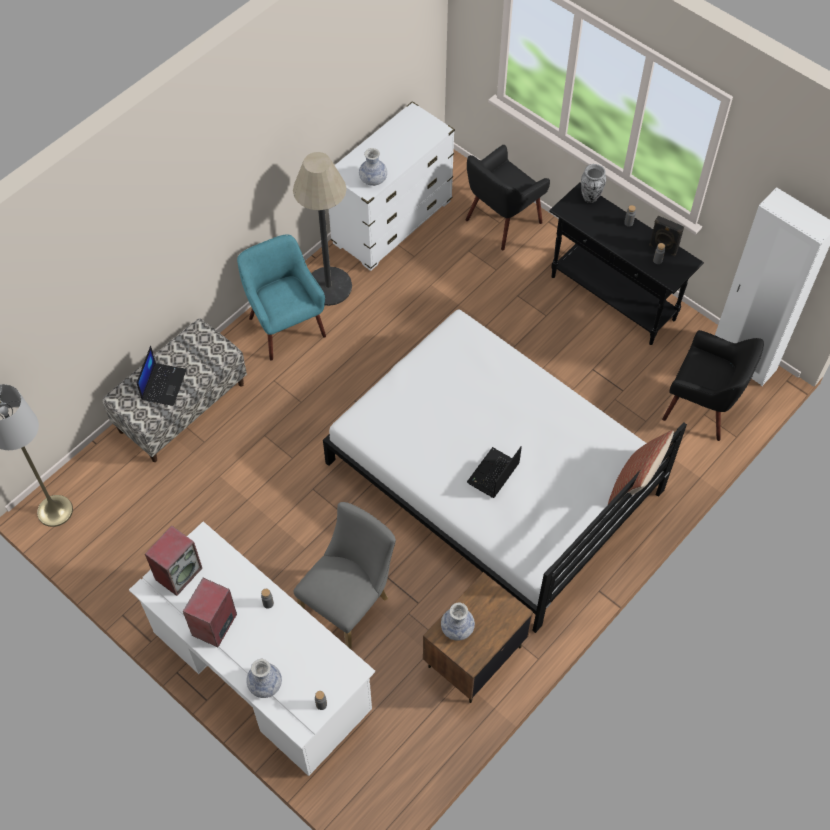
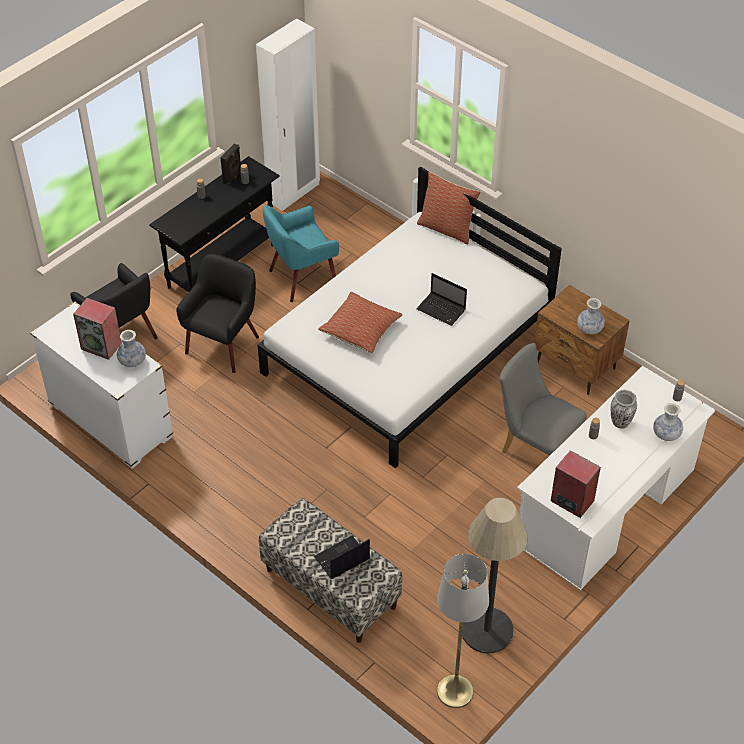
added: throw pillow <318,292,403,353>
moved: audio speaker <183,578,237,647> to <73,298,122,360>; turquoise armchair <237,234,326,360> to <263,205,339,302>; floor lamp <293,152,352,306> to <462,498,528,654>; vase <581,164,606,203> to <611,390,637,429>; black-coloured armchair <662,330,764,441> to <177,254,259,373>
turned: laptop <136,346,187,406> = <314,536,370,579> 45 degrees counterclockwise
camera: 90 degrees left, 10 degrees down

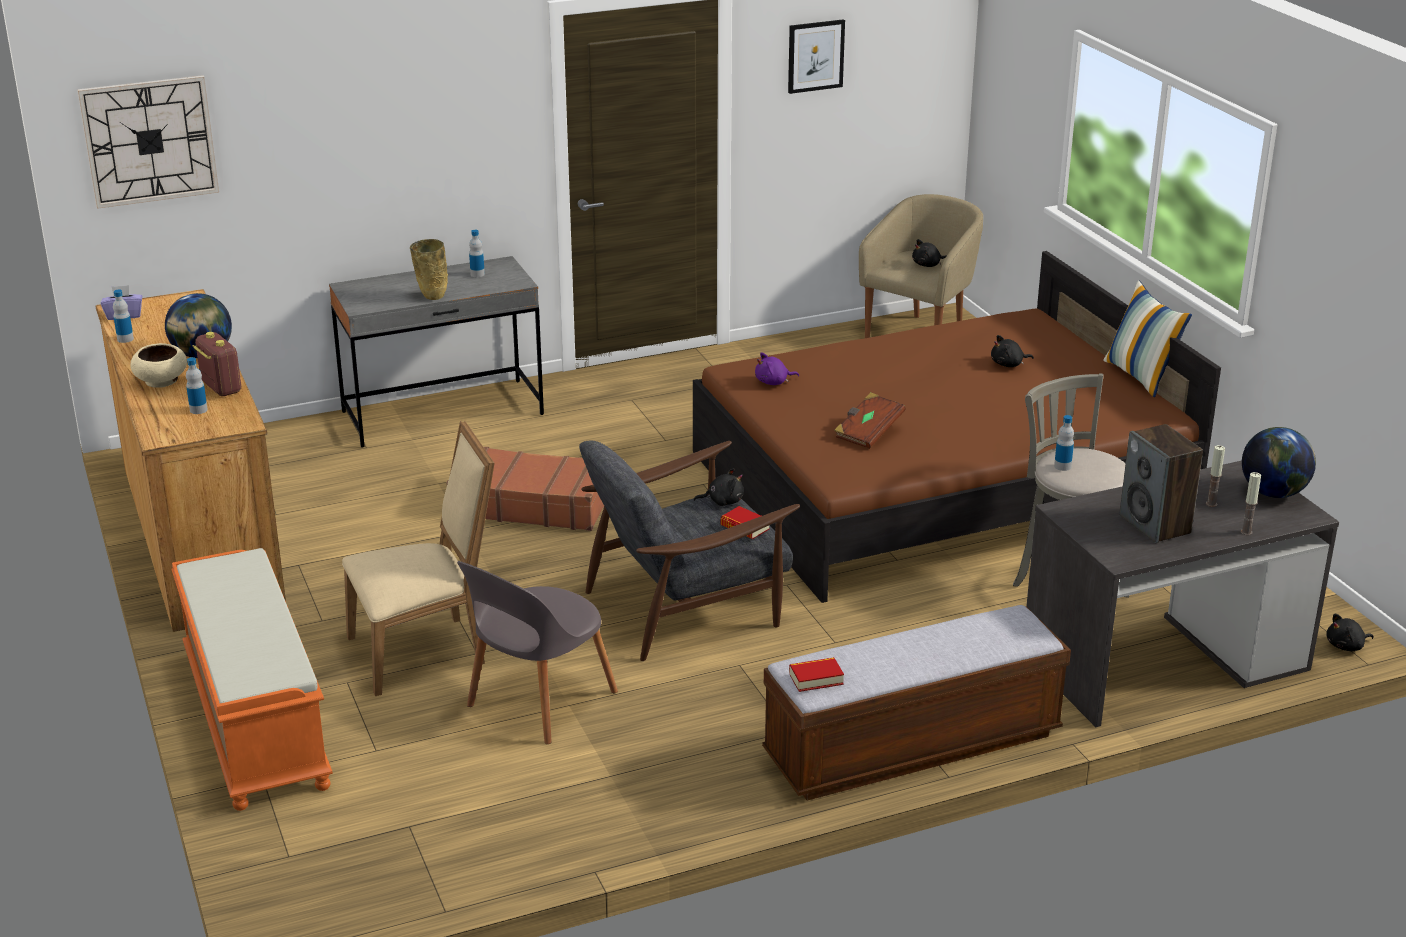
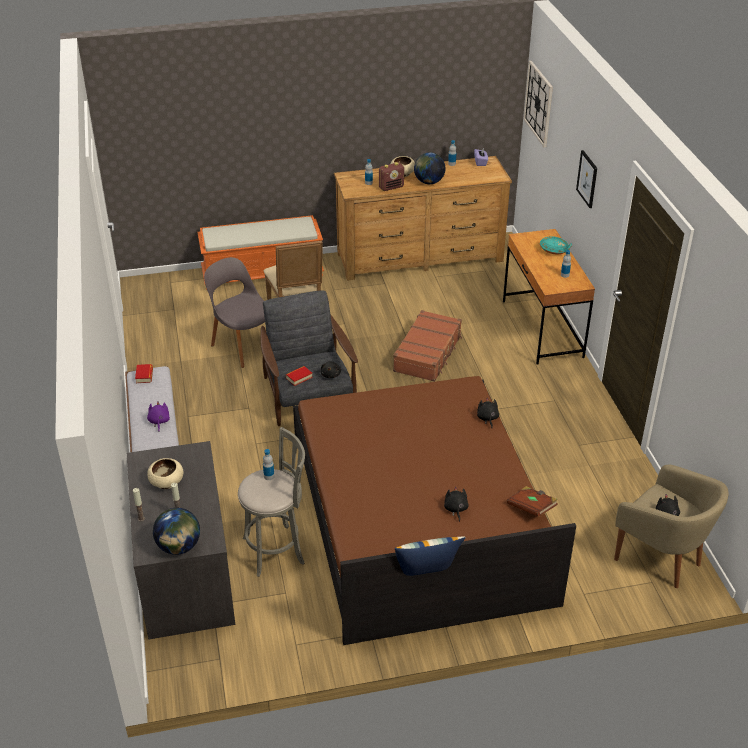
removed: beige vase <410,239,448,300>
added: turquoise bowl <540,236,572,254>
moved: purple-coloured soft toy <755,353,799,385> to <147,401,170,431>; wall picture <788,19,845,94> to <576,150,597,208>; brown-coloured bound book <834,392,906,449> to <507,486,558,517>; black-coloured soft toy <1326,614,1374,651> to <477,398,499,429>
replaced: audio speaker <1119,424,1203,543> to beige bowl <147,458,183,489>
recoloured: gray desk <329,256,544,448> to brown-coloured desk <503,229,595,365>
camera: 100 degrees right, 10 degrees up

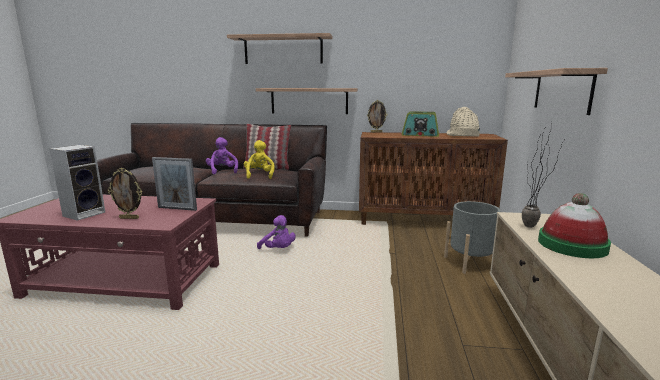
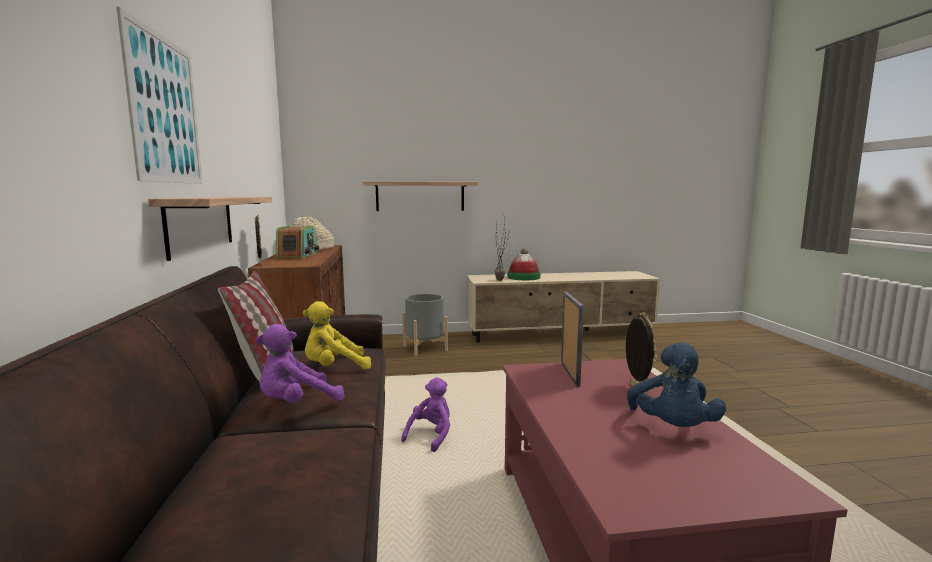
replaced: audio speaker <49,145,105,221> to blue soft toy <627,343,726,427>; bracket shelf <227,33,332,64> to wall picture <117,7,203,184>
camera: 105 degrees left, 5 degrees down

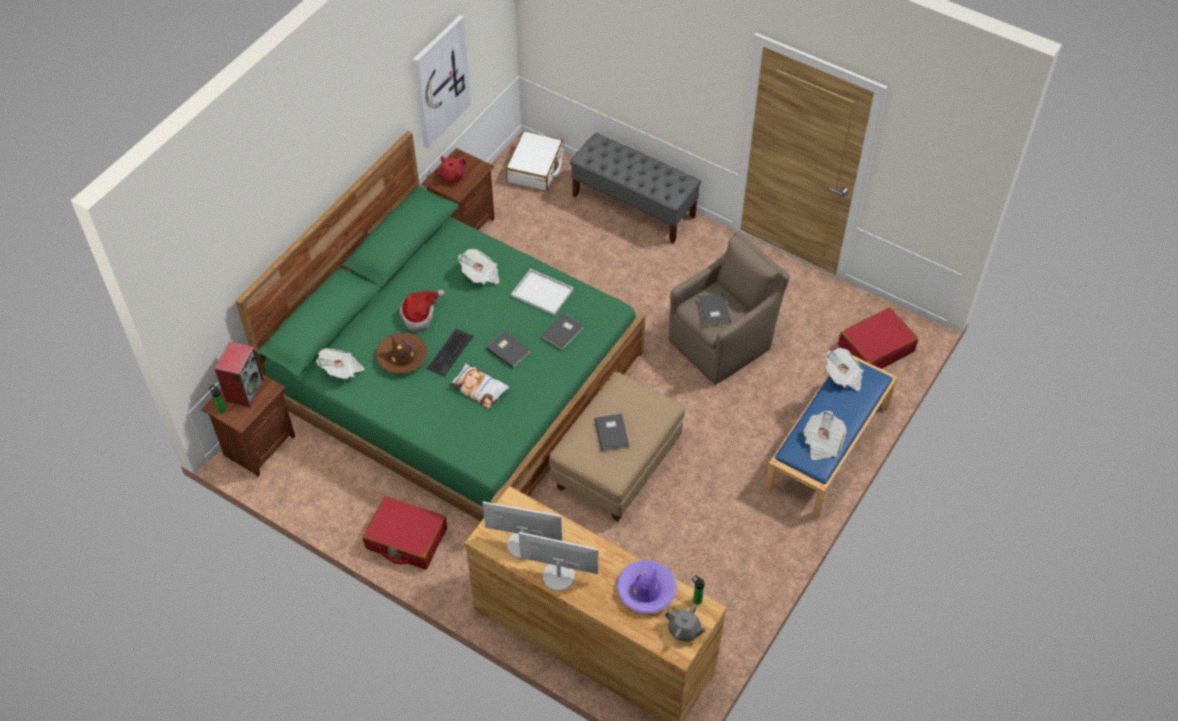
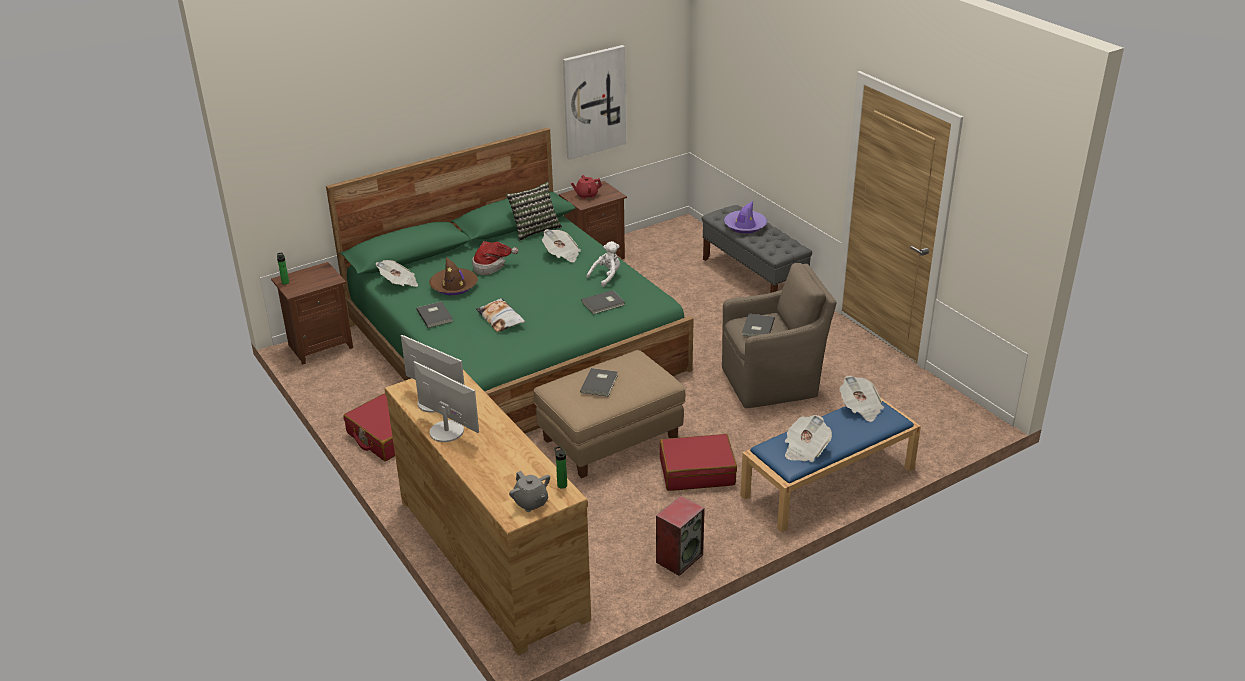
removed: PC keyboard <427,329,473,376>; whitish suitcase <506,131,564,191>
added: throw pillow <506,182,562,241>
moved: audio speaker <215,341,264,407> to <656,496,705,576>; gray bound book <486,331,531,368> to <416,302,453,328>; purple-coloured hat <617,560,677,613> to <724,201,767,233>; red suitcase <838,307,918,369> to <660,434,737,491>
replaced: whitish tray <511,269,574,316> to whitish soft toy <586,241,620,287>
camera: 25 degrees right, 20 degrees down

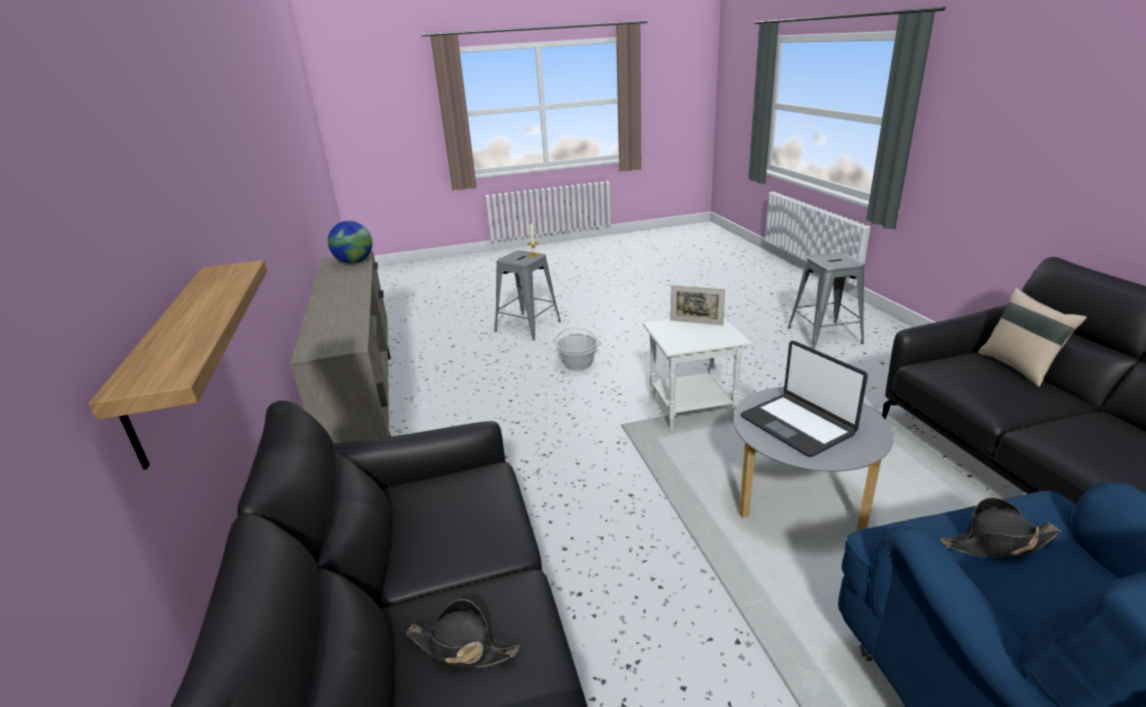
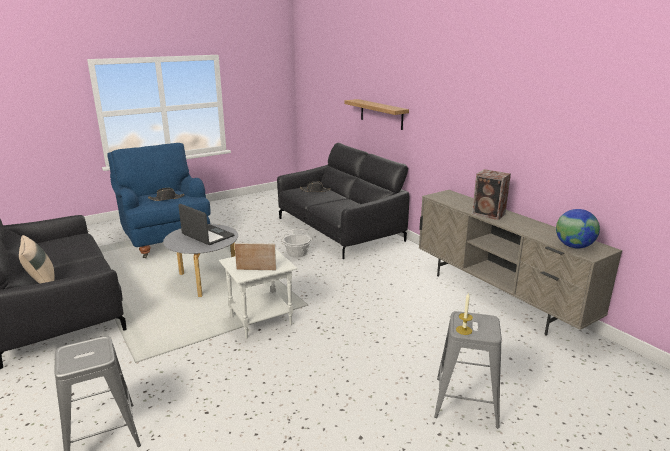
added: audio speaker <472,169,511,220>
moved: storage basket <553,327,601,371> to <281,229,313,258>
camera: 160 degrees right, 5 degrees down

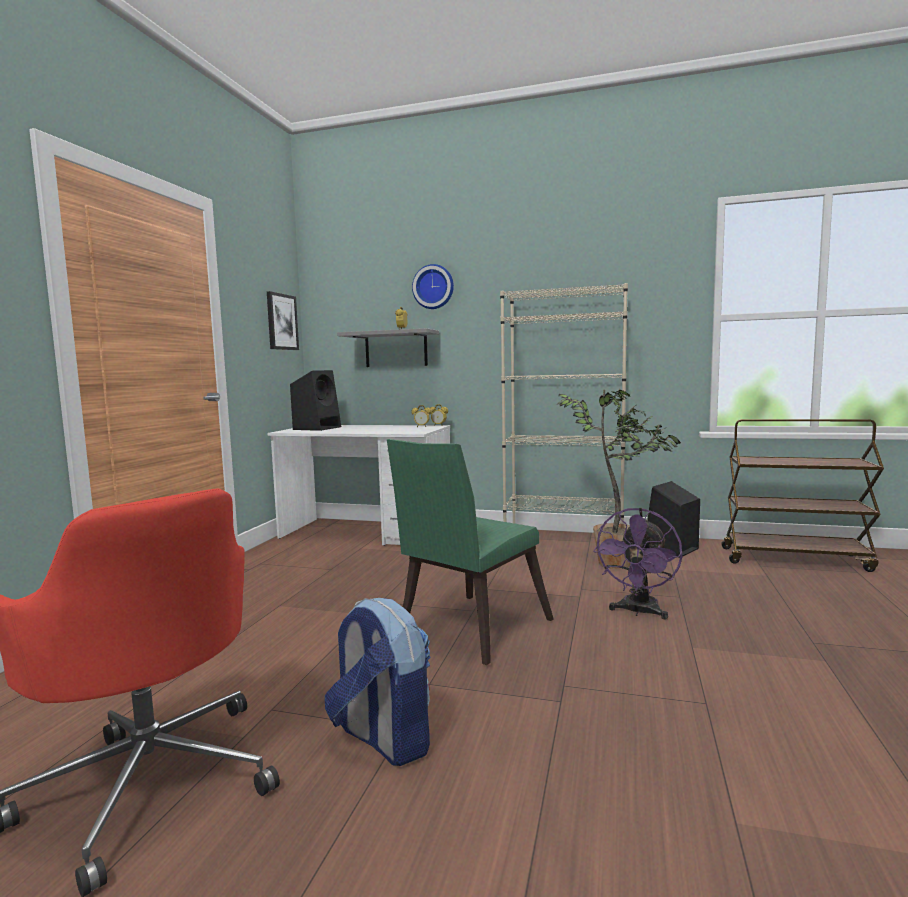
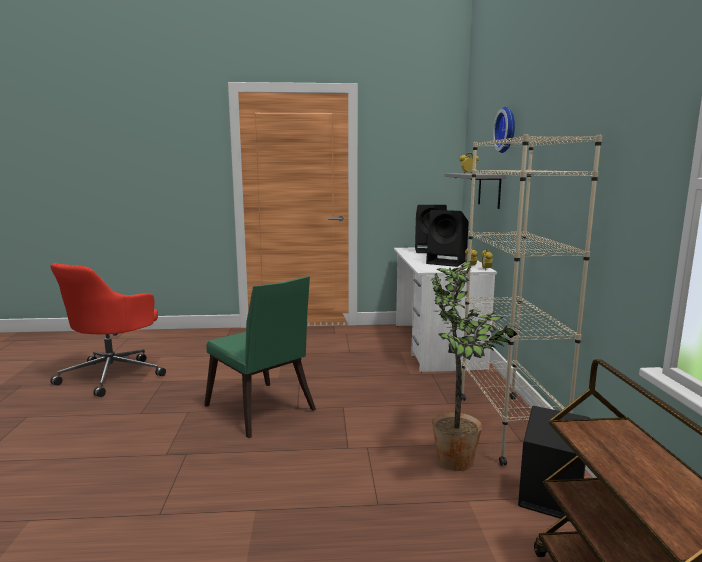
removed: wall picture <267,291,299,350>; backpack <325,598,430,766>; purple-coloured electric fan <593,508,683,620>
added: black-coloured audio speaker <426,210,469,267>
turned: green plain chair <387,439,554,665> = <204,276,316,438> 150 degrees counterclockwise
camera: 70 degrees right, 5 degrees up

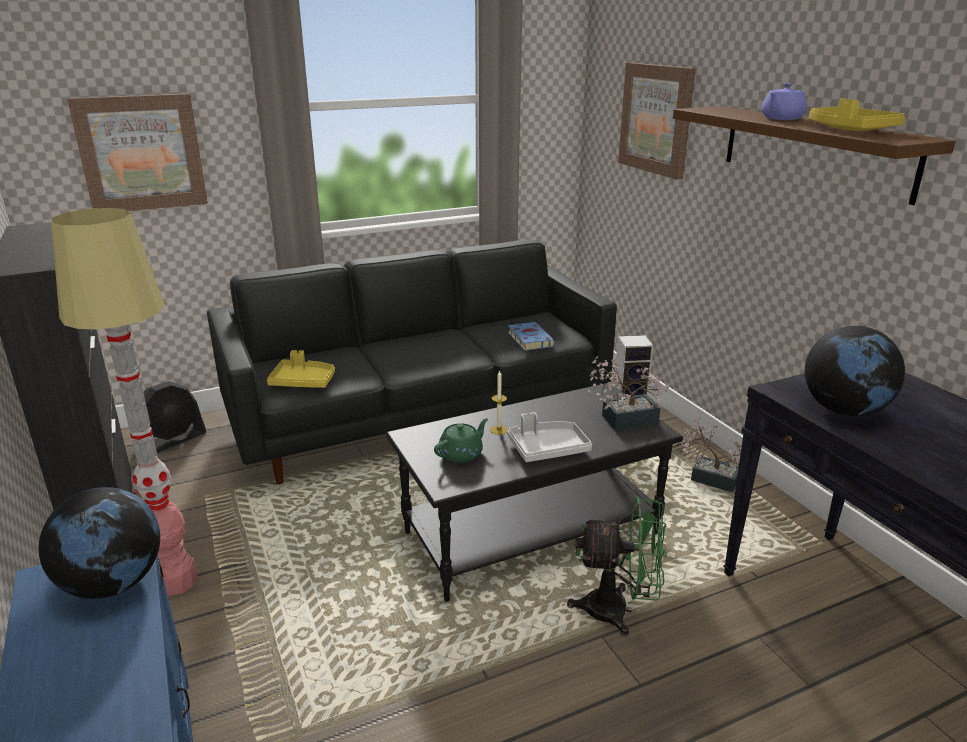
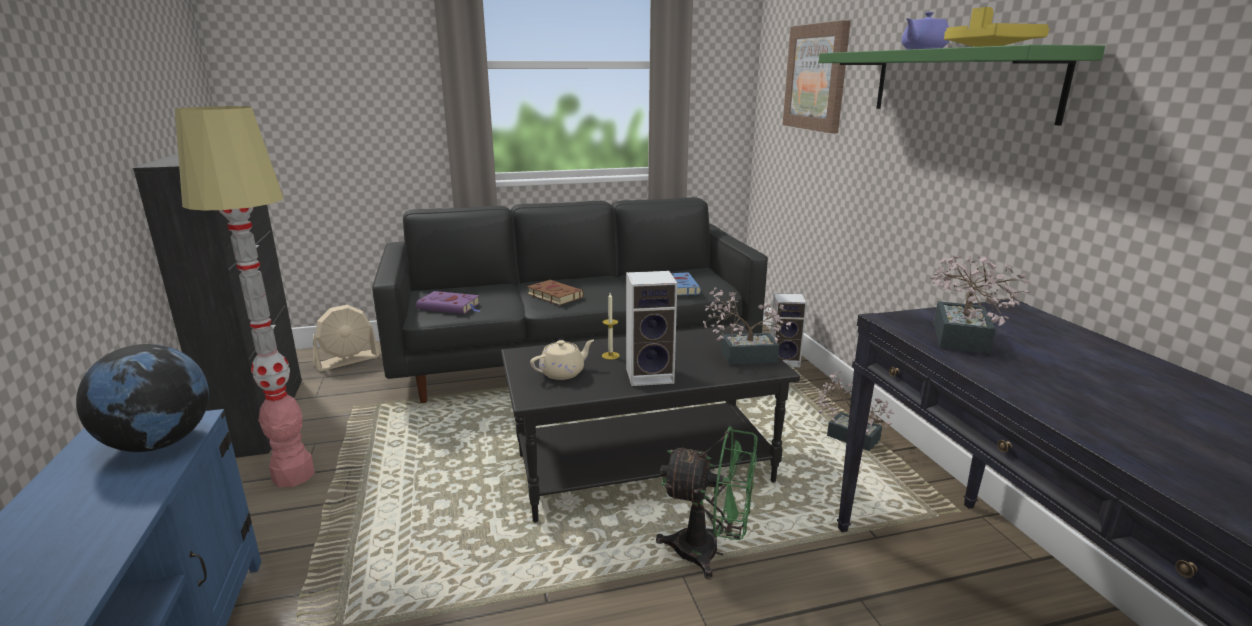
removed: wall picture <67,94,208,211>
added: brown-coloured bound book <527,280,584,305>
replaced: yellow-coloured tray <267,350,335,388> to purple-coloured bound book <416,291,482,314>; gray tray <507,412,592,462> to audio speaker <626,271,677,386>; desk globe <804,326,905,416> to houseplant <931,255,1031,354>
recoloured: black-coloured electric fan <144,381,206,453> to beige electric fan <313,305,380,371>; green pot for tea <434,418,488,463> to beige pot for tea <530,340,594,380>; brown-coloured bracket shelf <673,106,956,205> to green bracket shelf <819,45,1105,126>
camera: 10 degrees right, 5 degrees down

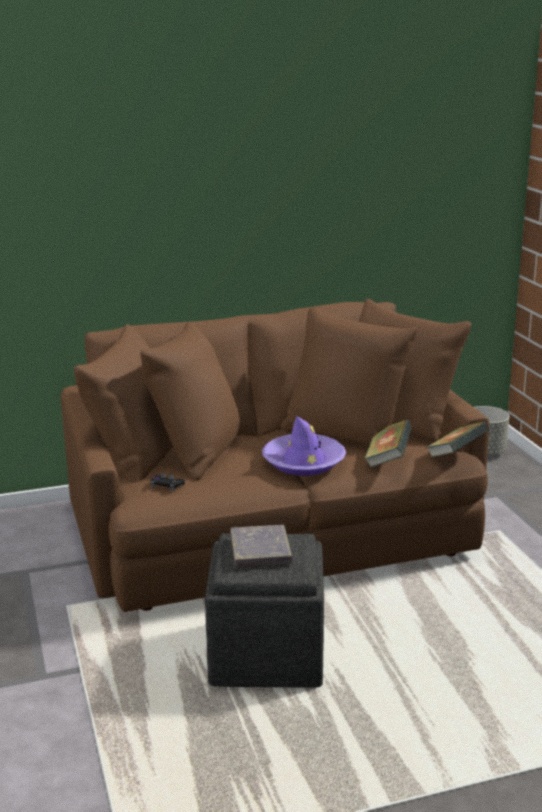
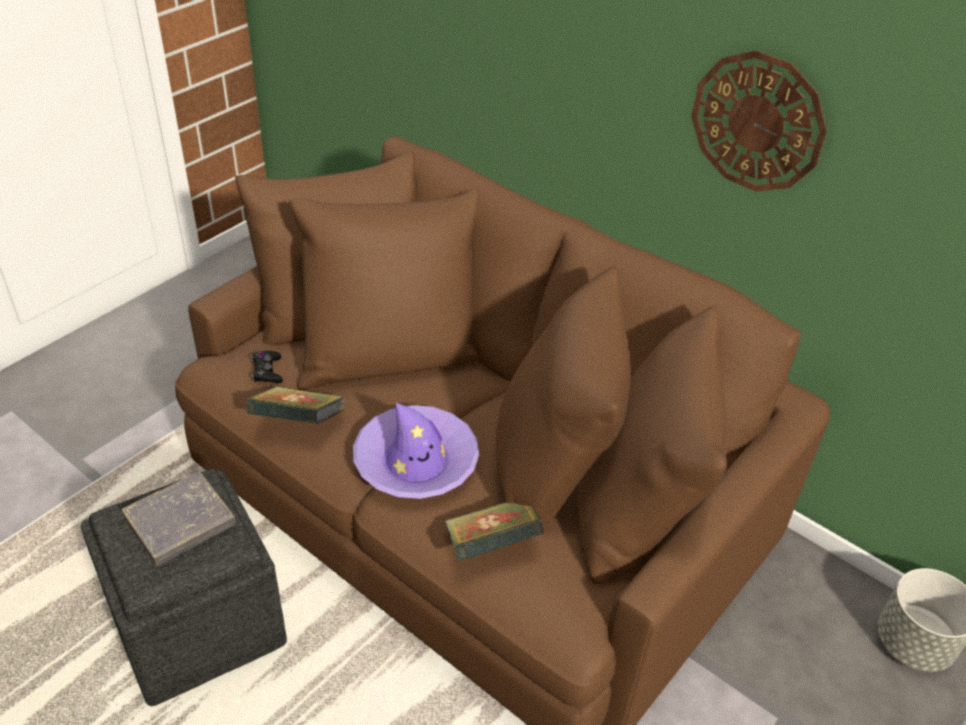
added: clock on the wall <691,50,827,192>
moved: bound book <426,422,489,458> to <247,387,344,424>
camera: 55 degrees right, 20 degrees up

